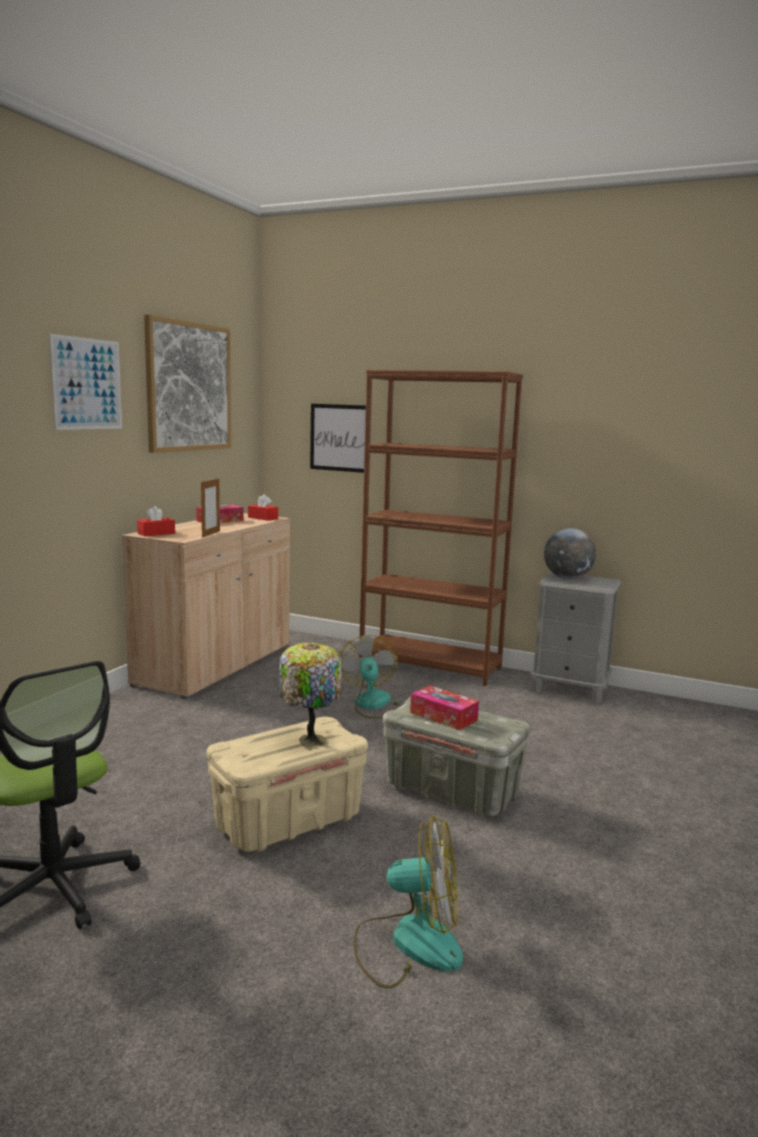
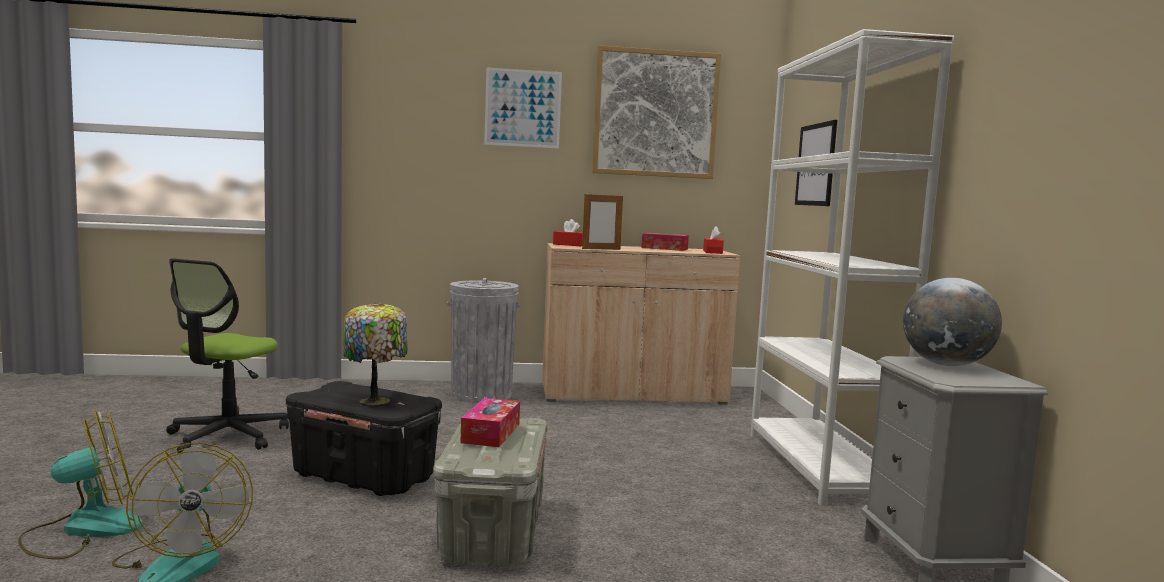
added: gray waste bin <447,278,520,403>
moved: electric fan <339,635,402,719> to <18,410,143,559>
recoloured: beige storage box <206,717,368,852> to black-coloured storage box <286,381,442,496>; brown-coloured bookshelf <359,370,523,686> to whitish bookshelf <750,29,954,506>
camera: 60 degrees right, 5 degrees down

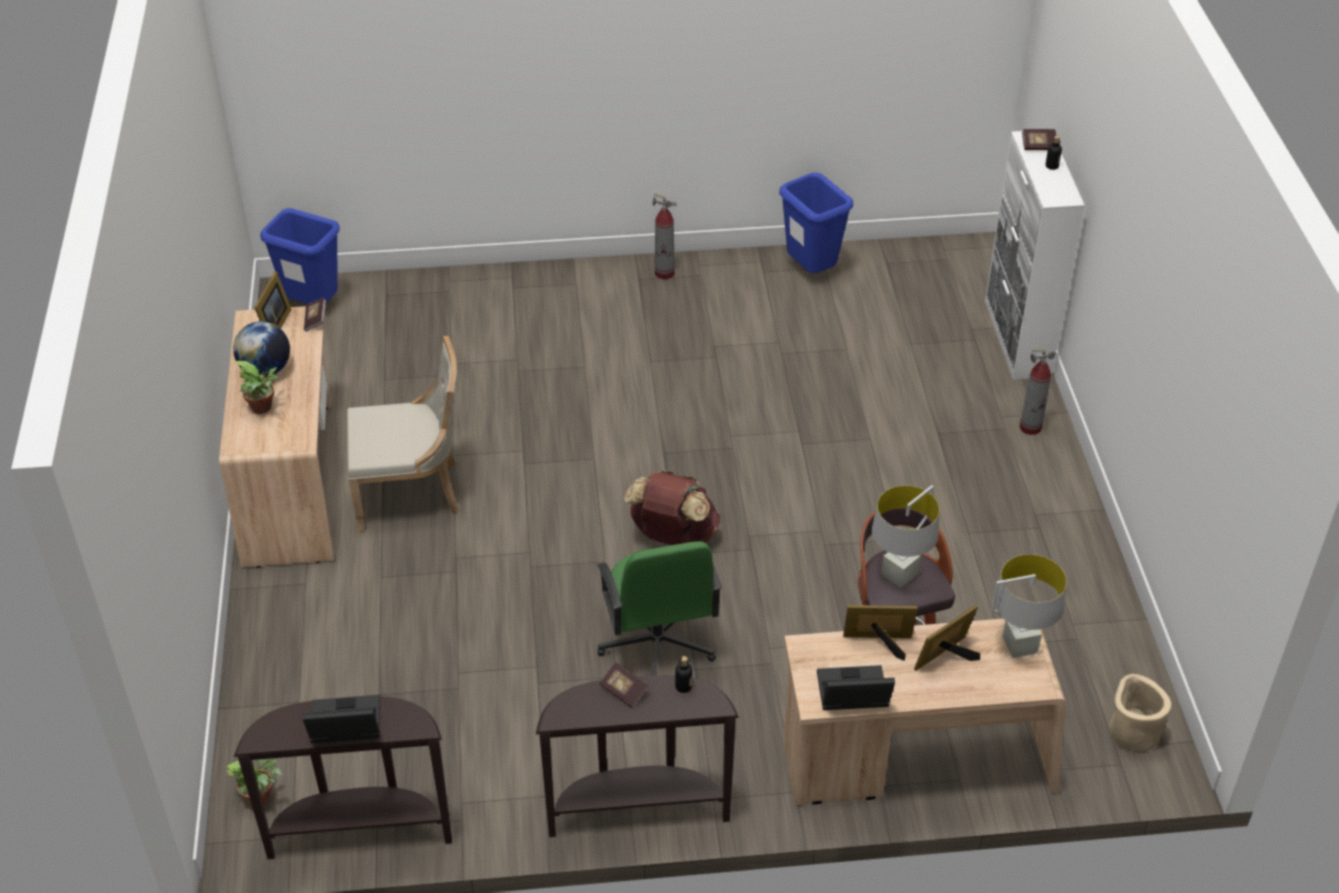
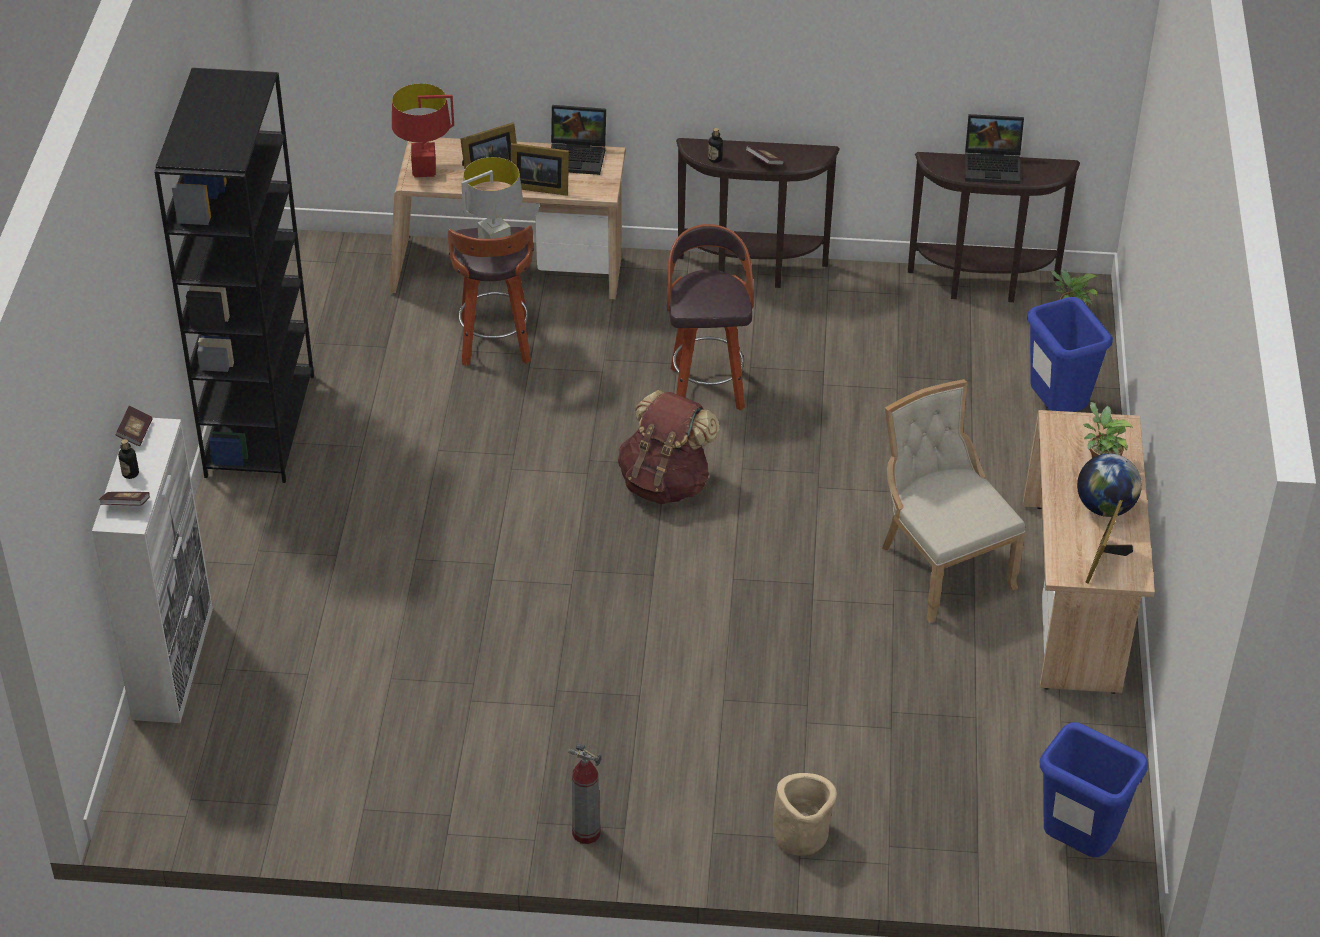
removed: extinguisher <1020,350,1056,435>
added: black-coloured bookshelf <154,68,314,483>
moved: bound book <304,298,326,331> to <116,406,153,446>; blue waste bin <779,172,853,273> to <1027,297,1113,412>; beige flower pot <1109,674,1171,751> to <773,773,837,856>
replaced: green computer chair <597,541,722,675> to sitting stool <667,224,754,411>
recoloured: gray tabletop lamp <991,554,1067,658> to red tabletop lamp <392,83,454,177>
turned: beige plain chair <347,336,459,532> = <882,379,1026,623> 60 degrees clockwise
camera: 170 degrees left, 0 degrees up

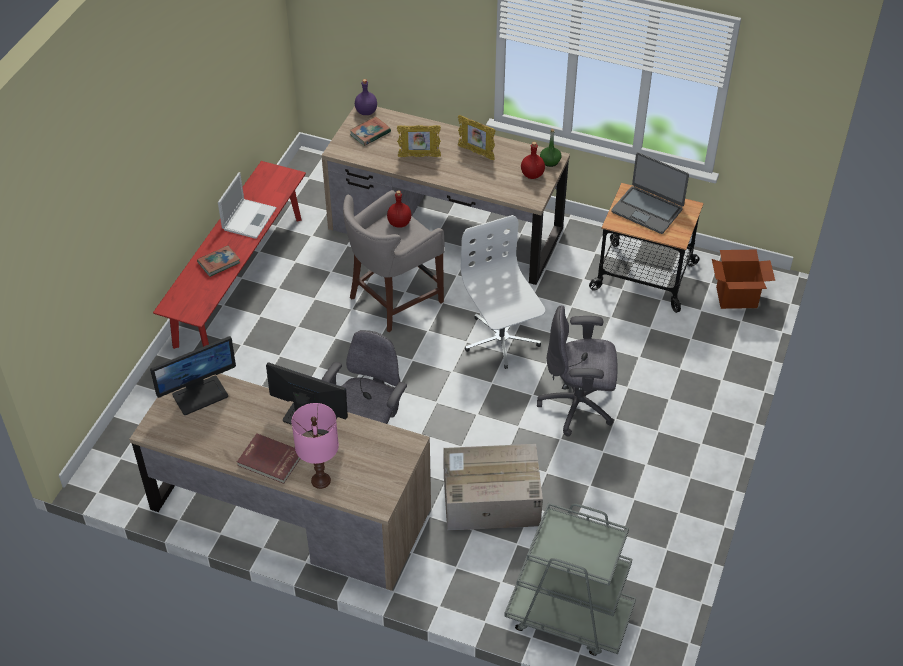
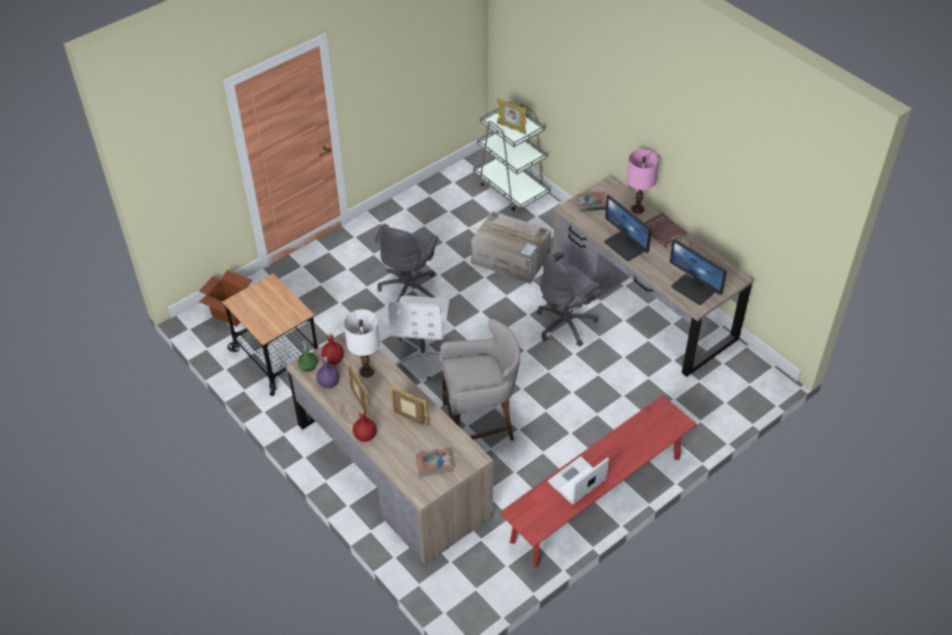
removed: laptop <611,152,689,234>
added: whitish tabletop lamp <344,309,380,377>; standing frame <497,98,527,134>
moved: bound book <197,246,240,277> to <576,192,606,212>; purple-coloured beverage bottle <355,79,377,115> to <316,357,339,388>; red beverage bottle <387,190,411,228> to <353,410,377,442>
turned: monitor <150,336,236,415> = <670,239,727,305> 135 degrees counterclockwise; gray computer chair <537,305,618,436> = <375,224,438,302> 75 degrees clockwise
camera: 150 degrees left, 0 degrees up

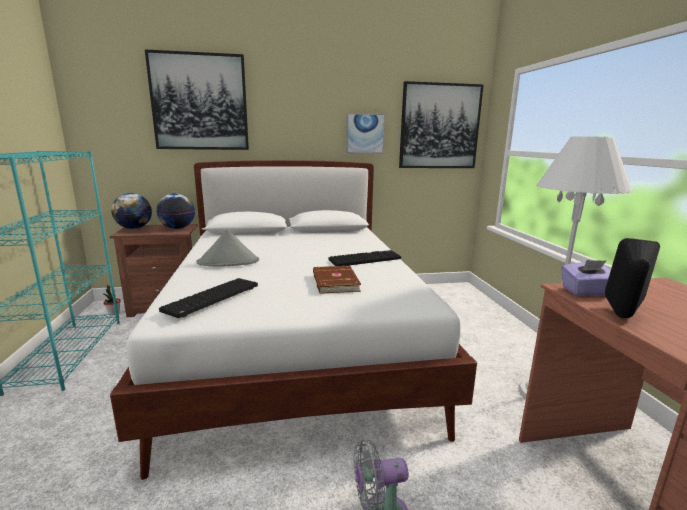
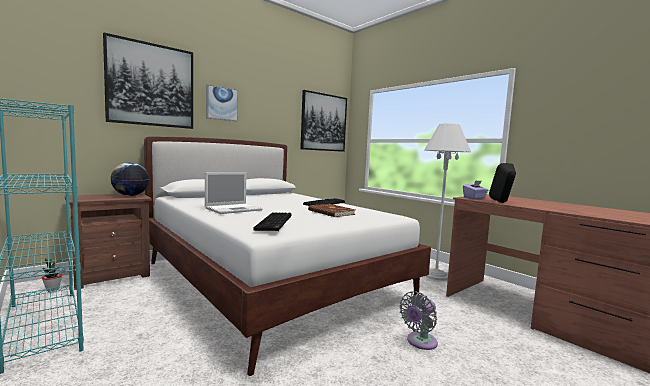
removed: desk globe <111,193,152,229>
moved: wall picture <346,113,385,154> to <206,85,238,122>
replaced: gray hat <197,229,259,267> to laptop <205,172,263,214>
camera: 30 degrees left, 10 degrees down

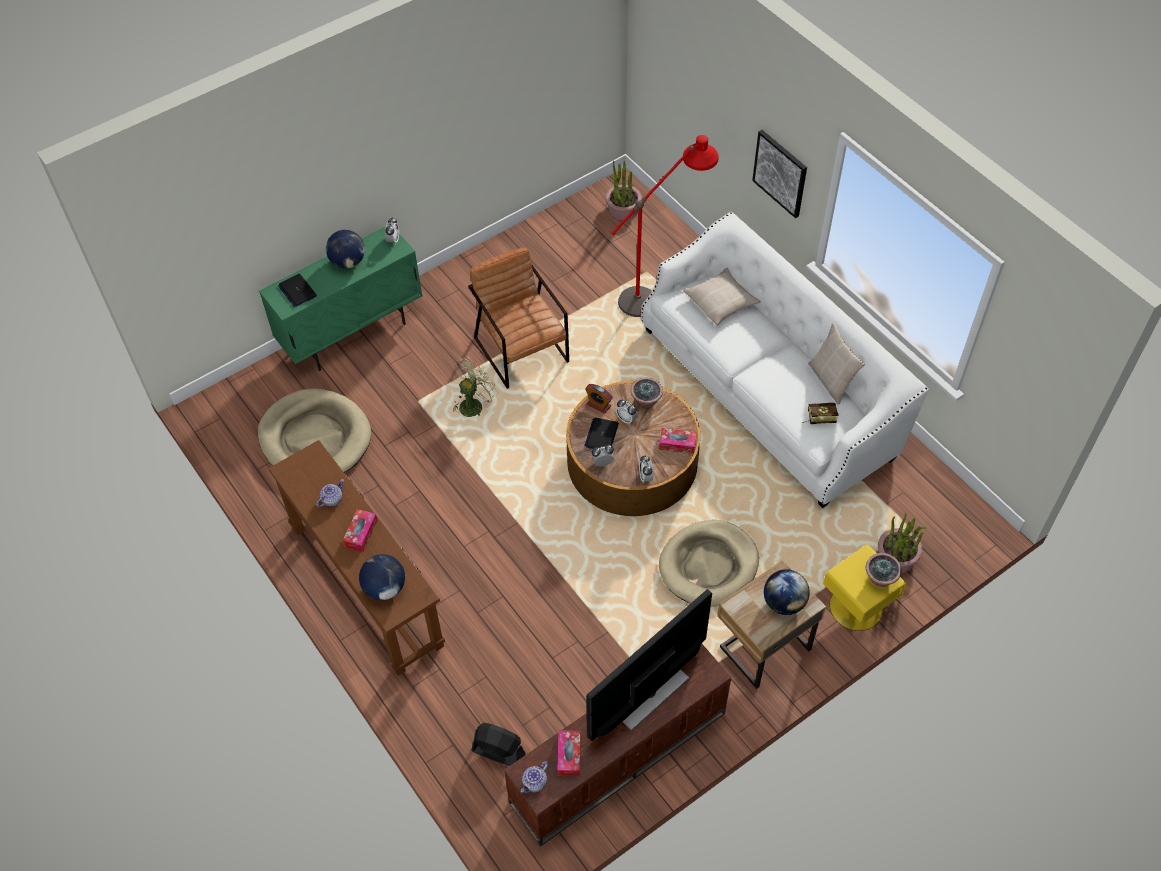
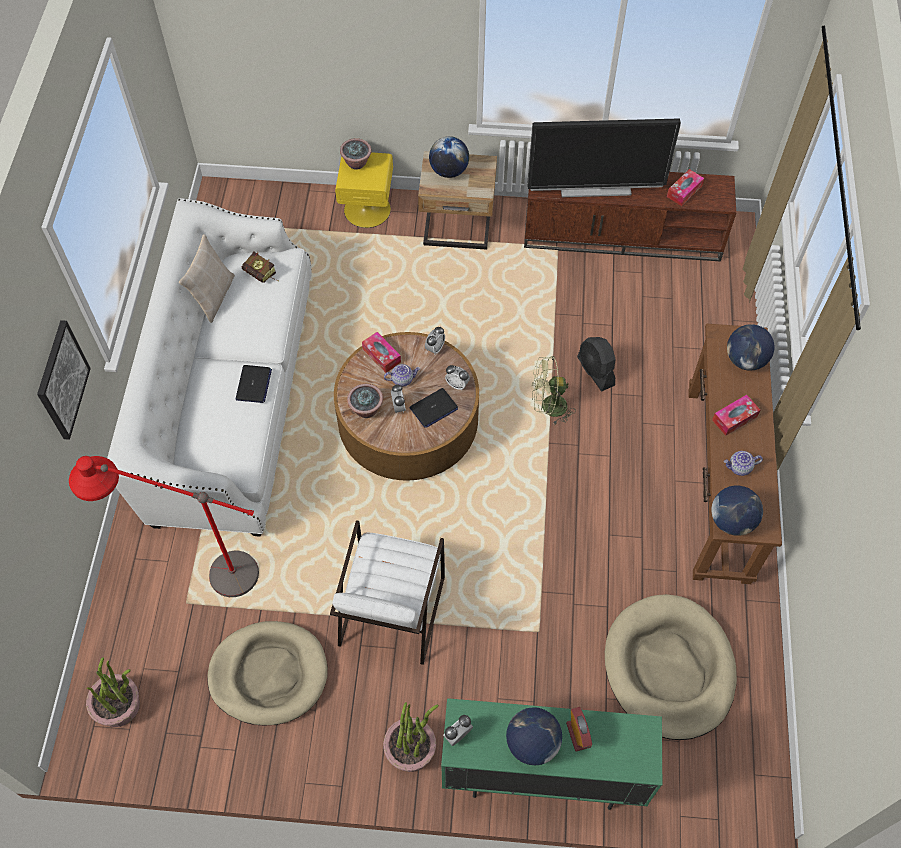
removed: beige throw pillow <683,268,761,326>
added: desk globe <711,486,763,536>
moved: laptop <278,274,317,307> to <236,365,272,403>; green electric fan <453,357,498,417> to <532,356,576,425>; black-coloured electric fan <471,723,526,766> to <577,337,616,391>; pot for tea <521,761,548,793> to <384,364,420,387>; table clock <585,384,613,414> to <566,707,592,751>; beige dog bed <659,520,759,607> to <207,621,328,725>; houseplant <878,512,927,573> to <383,702,438,772>
recoloured: brown-coloured armchair <468,248,569,389> to whitish armchair <330,520,445,665>
camera: 140 degrees left, 5 degrees up

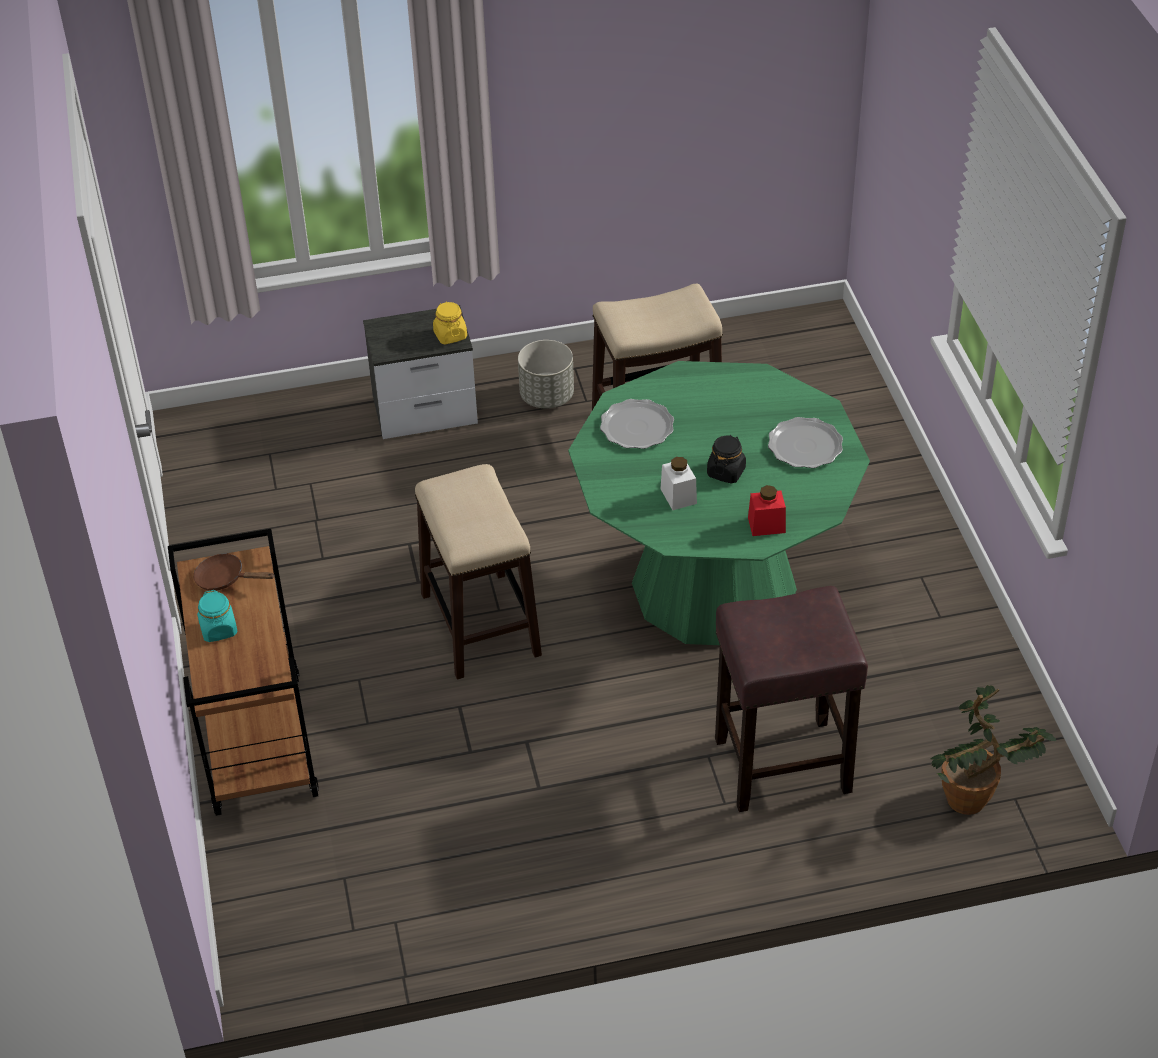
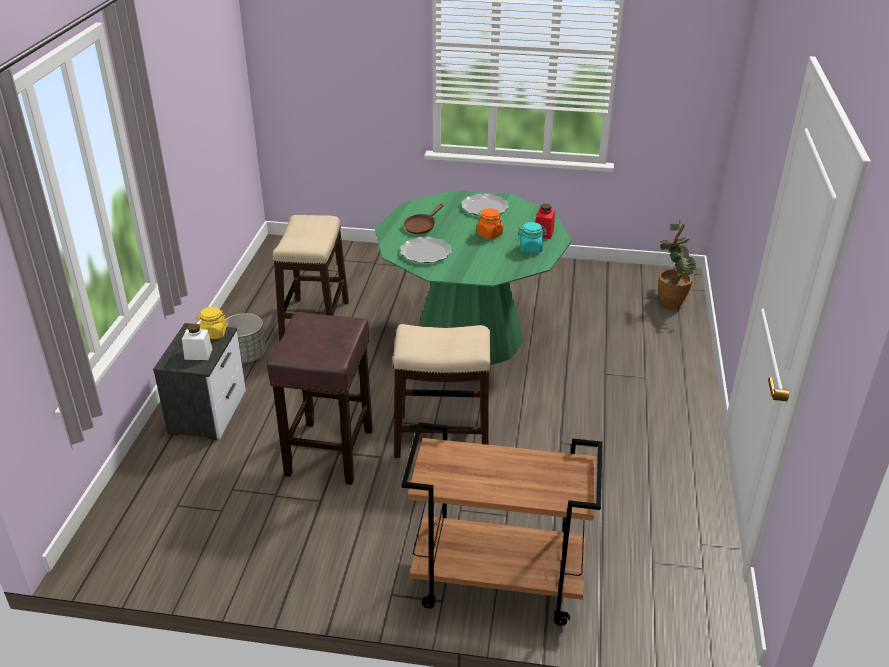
moved: brown-coloured skillet <193,553,275,591> to <404,204,443,234>; turquoise preserve jar <197,590,238,642> to <517,222,547,253>; whitish preserve jar <661,457,697,510> to <182,324,212,360>; brown-coloured sitting stool <715,586,868,812> to <267,312,373,485>
recoloured: black-coloured preserve jar <707,435,746,484> to orangey preserve jar <477,208,503,239>
camera: 70 degrees left, 10 degrees down

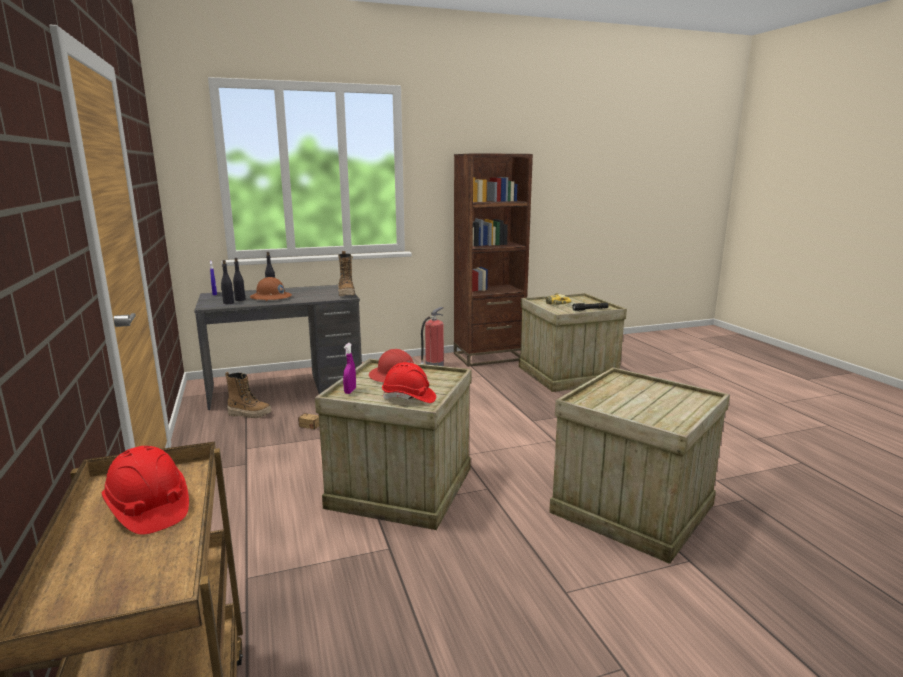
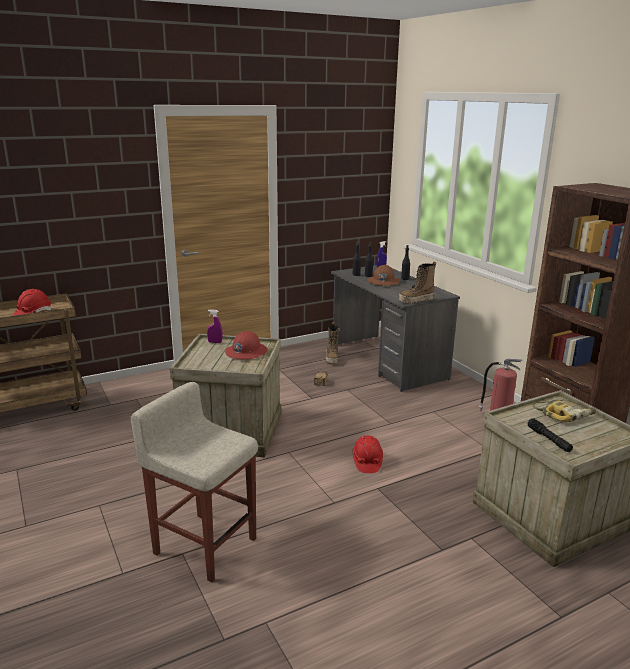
moved: red work helmet <382,362,436,403> to <352,436,383,473>
replaced: shipping crate <549,367,730,564> to beige sitting stool <130,382,258,582>
camera: 80 degrees right, 5 degrees up

